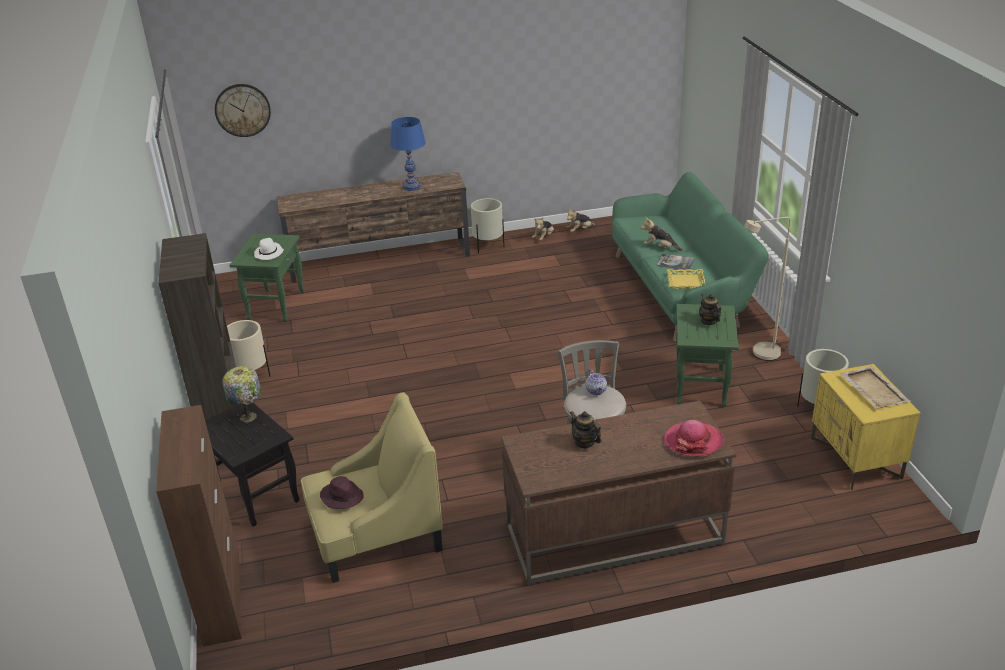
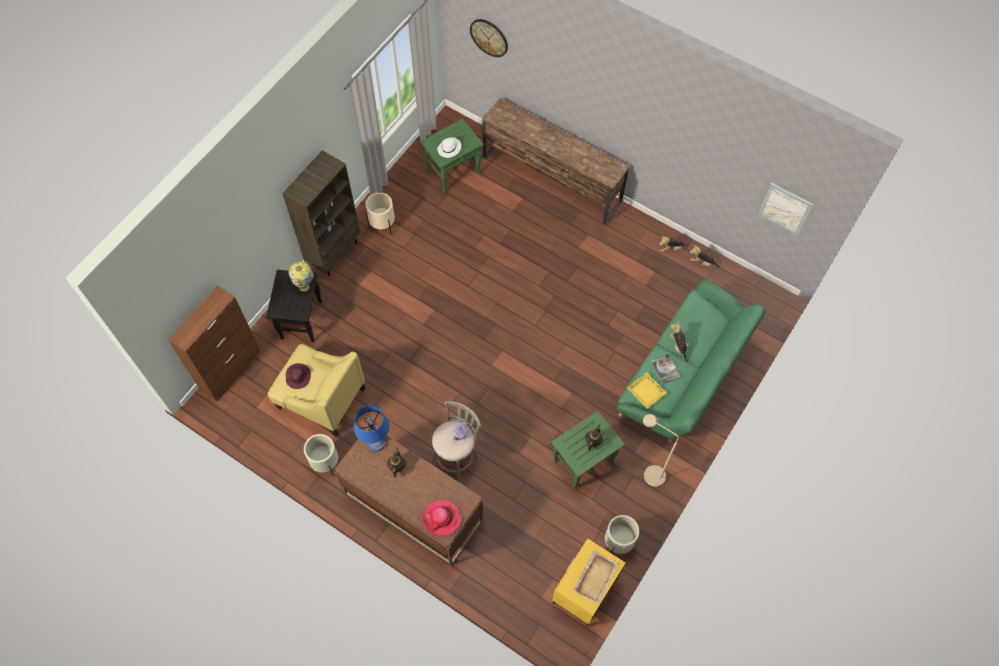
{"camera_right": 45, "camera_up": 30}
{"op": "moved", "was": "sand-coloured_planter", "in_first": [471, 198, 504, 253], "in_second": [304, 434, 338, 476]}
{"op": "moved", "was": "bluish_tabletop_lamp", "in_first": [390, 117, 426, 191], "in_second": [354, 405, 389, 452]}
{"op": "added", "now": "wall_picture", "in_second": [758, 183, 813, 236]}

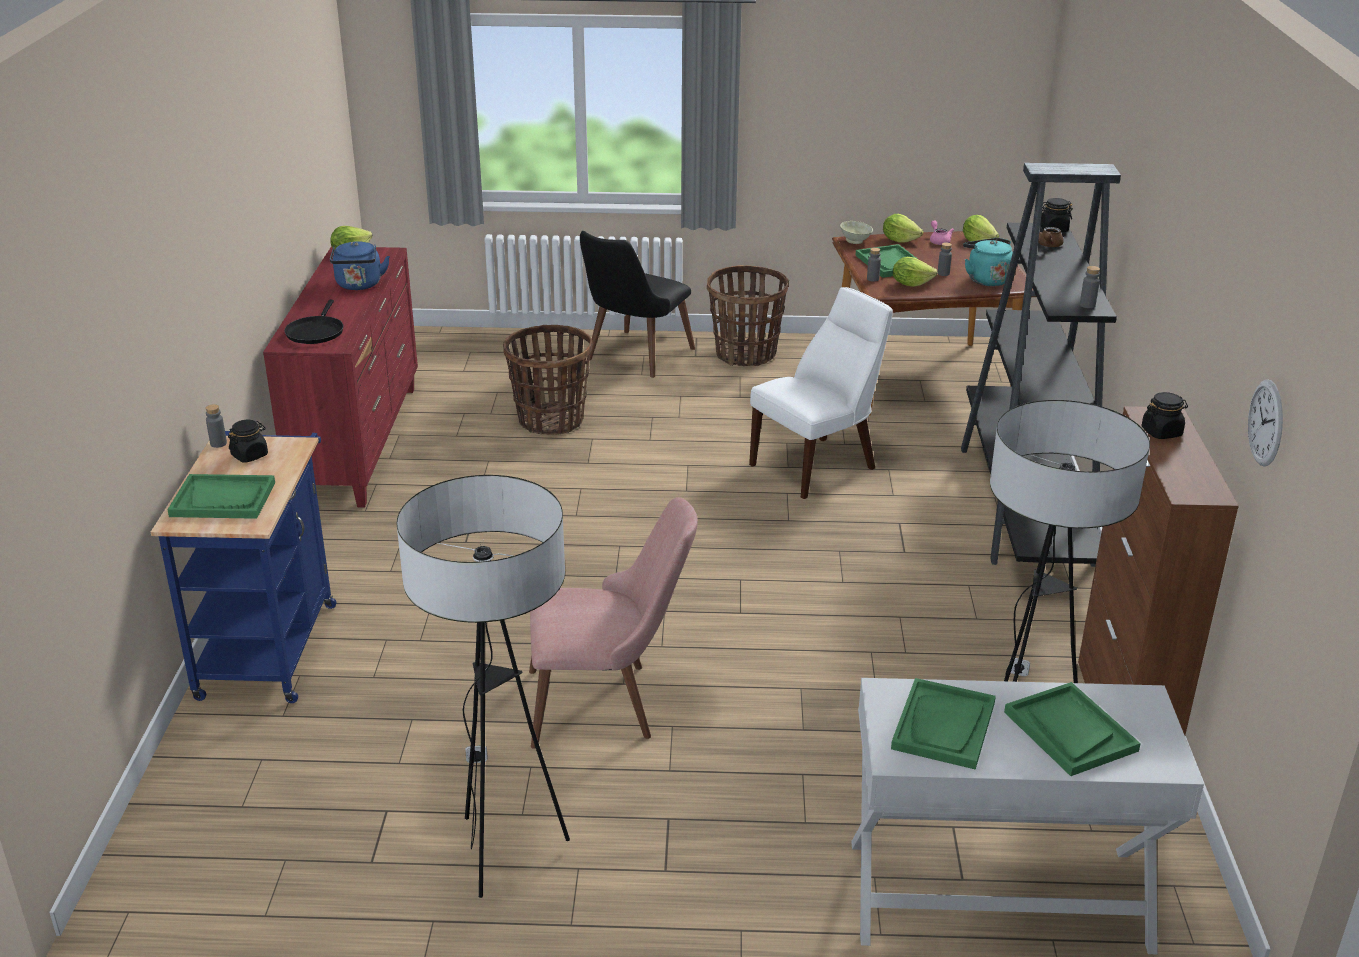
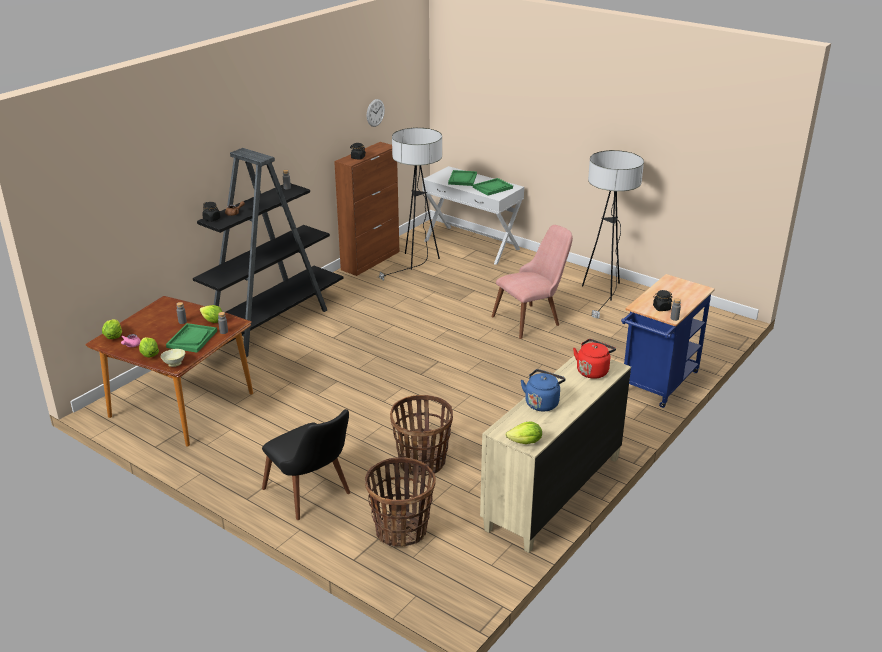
{"camera_right": -145, "camera_up": 0}
{"op": "turned", "was": "blackish_plain_chair", "in_first": [580, 231, 695, 378], "in_second": [262, 409, 350, 520], "clockwise": 75}
{"op": "moved", "was": "storage_basket", "in_first": [707, 265, 789, 366], "in_second": [365, 457, 436, 547]}
{"op": "recoloured", "was": "red-coloured_dresser", "now": "sand-coloured_dresser", "in_first": [263, 246, 418, 508], "in_second": [480, 356, 631, 553]}
{"op": "turned", "was": "pink-coloured_plain_chair", "in_first": [529, 497, 698, 749], "in_second": [491, 225, 573, 339], "clockwise": 120}
{"op": "replaced", "was": "blackish_skillet", "now": "red-coloured_water_kettle", "in_first": [284, 300, 343, 344], "in_second": [573, 339, 616, 379]}
{"op": "removed", "was": "greenish_serving_tray", "in_first": [167, 474, 275, 519]}
{"op": "removed", "was": "whitish_plain_chair", "in_first": [749, 287, 893, 499]}
{"op": "removed", "was": "blue-green_water_kettle", "in_first": [963, 238, 1013, 286]}

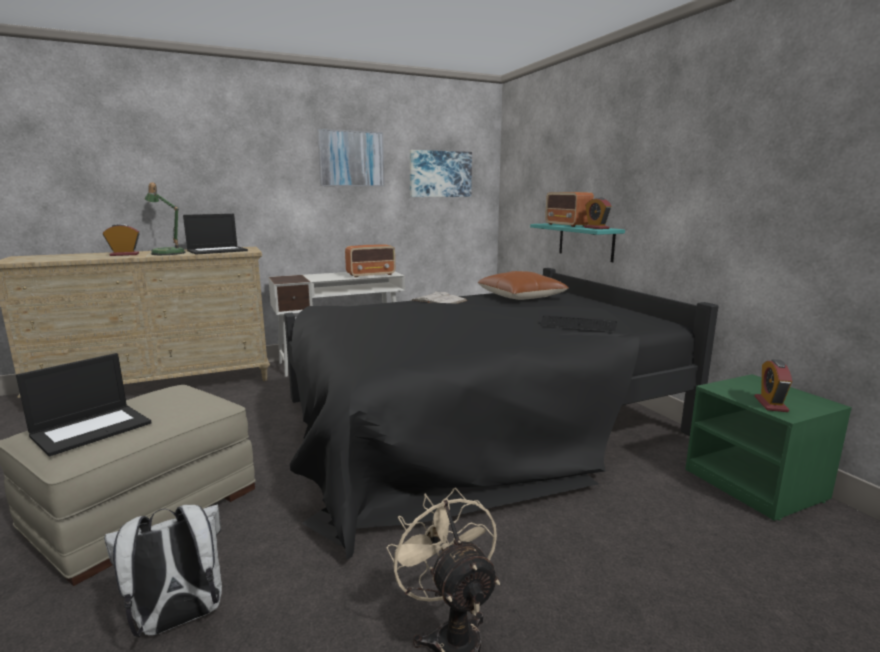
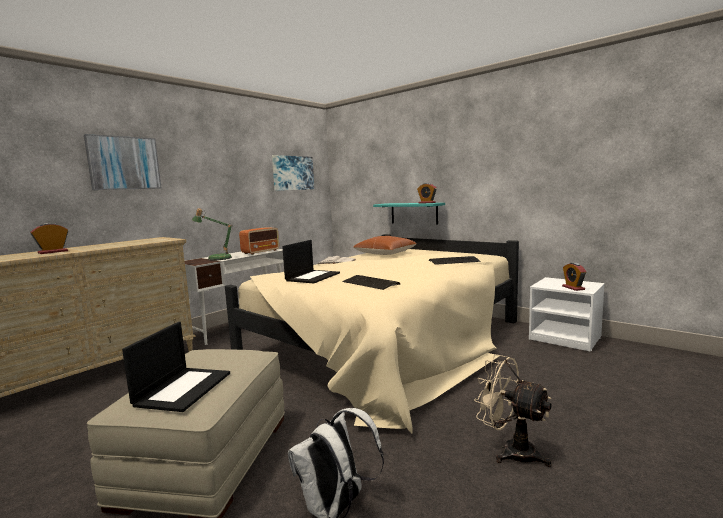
{"camera_right": -25, "camera_up": -5}
{"op": "moved", "was": "wall_picture", "in_first": [317, 129, 385, 186], "in_second": [84, 134, 161, 190]}
{"op": "moved", "was": "tabletop_lamp", "in_first": [144, 182, 185, 255], "in_second": [192, 208, 233, 261]}
{"op": "recoloured", "was": "blackish_sleeping_bed", "now": "sand-coloured_sleeping_bed", "in_first": [284, 268, 718, 560], "in_second": [225, 234, 519, 434]}
{"op": "moved", "was": "notebook_computer", "in_first": [183, 214, 248, 255], "in_second": [282, 240, 340, 283]}
{"op": "added", "now": "keyboard", "in_second": [342, 275, 400, 290]}
{"op": "recoloured", "was": "greenish_bedside_table", "now": "whitish_bedside_table", "in_first": [685, 374, 852, 521], "in_second": [529, 277, 605, 351]}
{"op": "removed", "was": "radio_set", "in_first": [545, 192, 594, 227]}

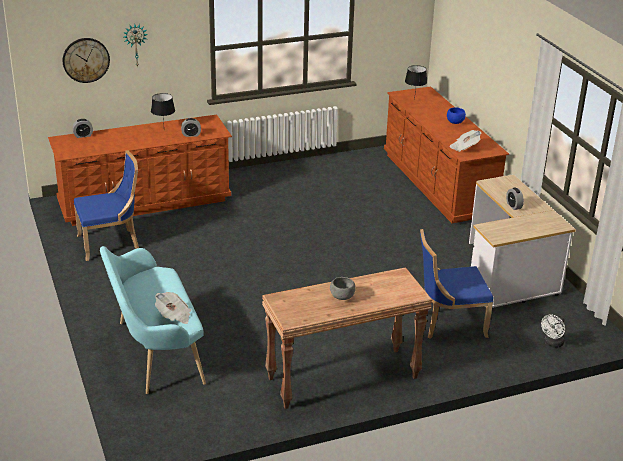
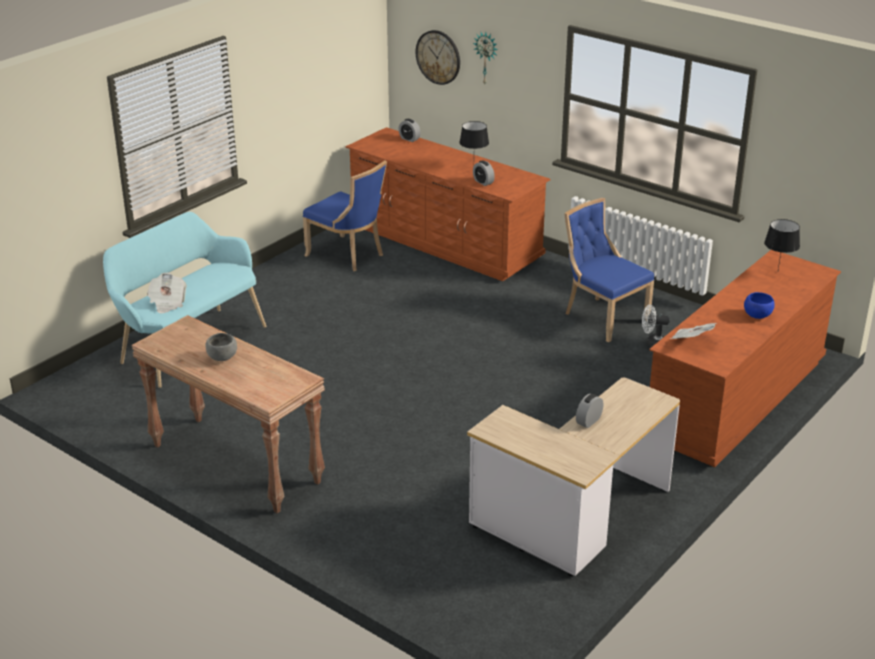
{"camera_right": 60, "camera_up": 0}
{"op": "moved", "was": "bluish_plain_chair", "in_first": [420, 229, 493, 339], "in_second": [564, 198, 654, 342]}
{"op": "moved", "was": "whitish_electric_fan", "in_first": [541, 314, 565, 348], "in_second": [642, 305, 670, 347]}

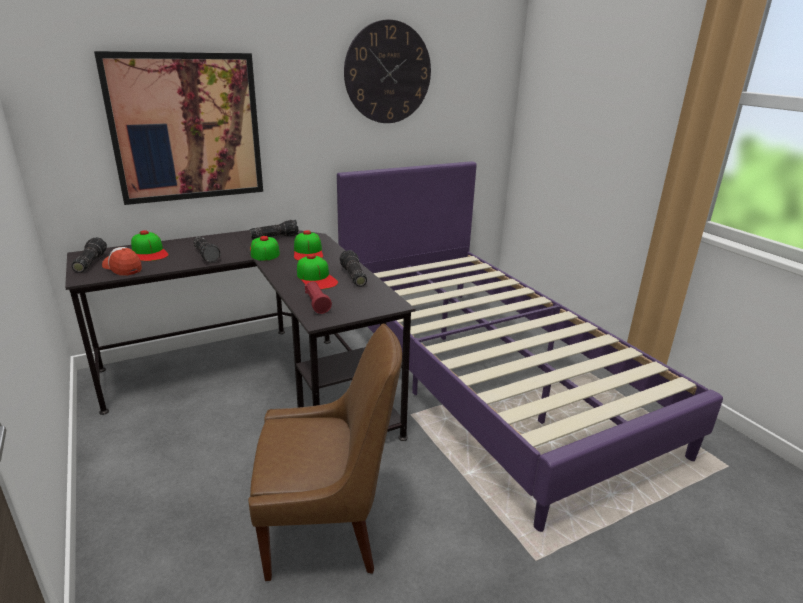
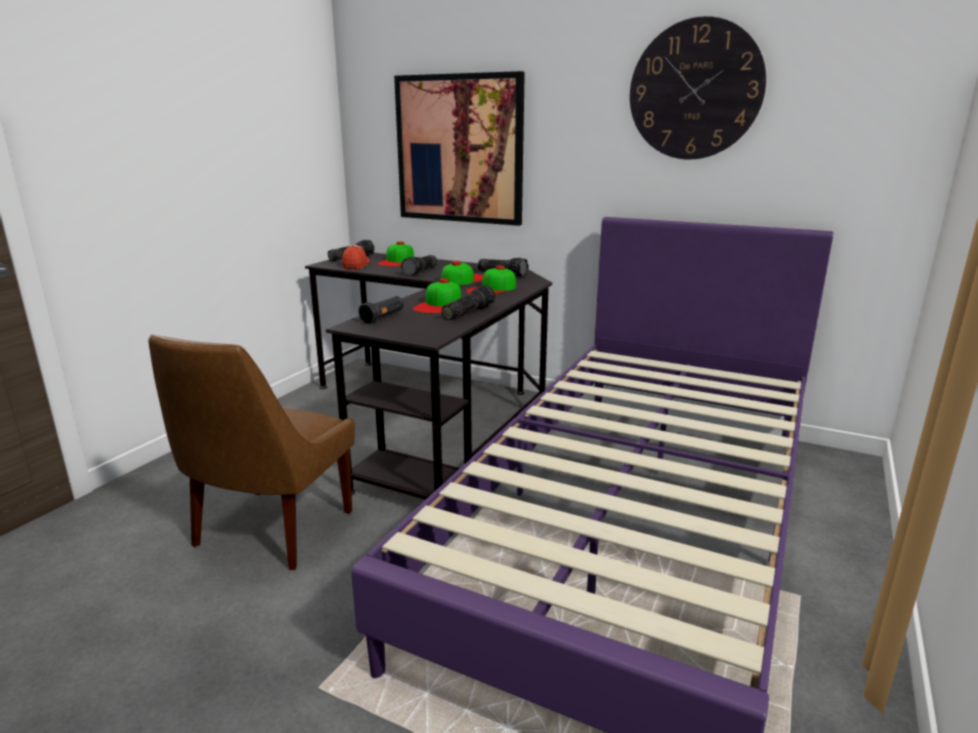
{"camera_right": 55, "camera_up": -5}
{"op": "turned", "was": "brown-coloured_plain_chair", "in_first": [248, 323, 402, 581], "in_second": [148, 335, 355, 570], "clockwise": 60}
{"op": "recoloured", "was": "red-coloured_hand_torch", "now": "blackish_hand_torch", "in_first": [305, 281, 332, 314], "in_second": [358, 296, 403, 324]}

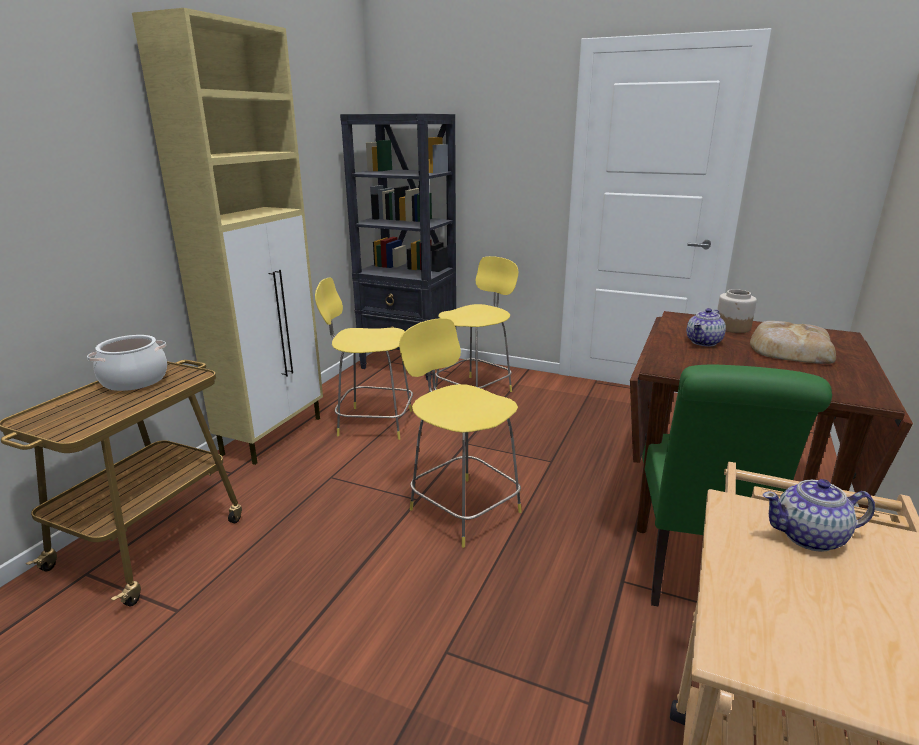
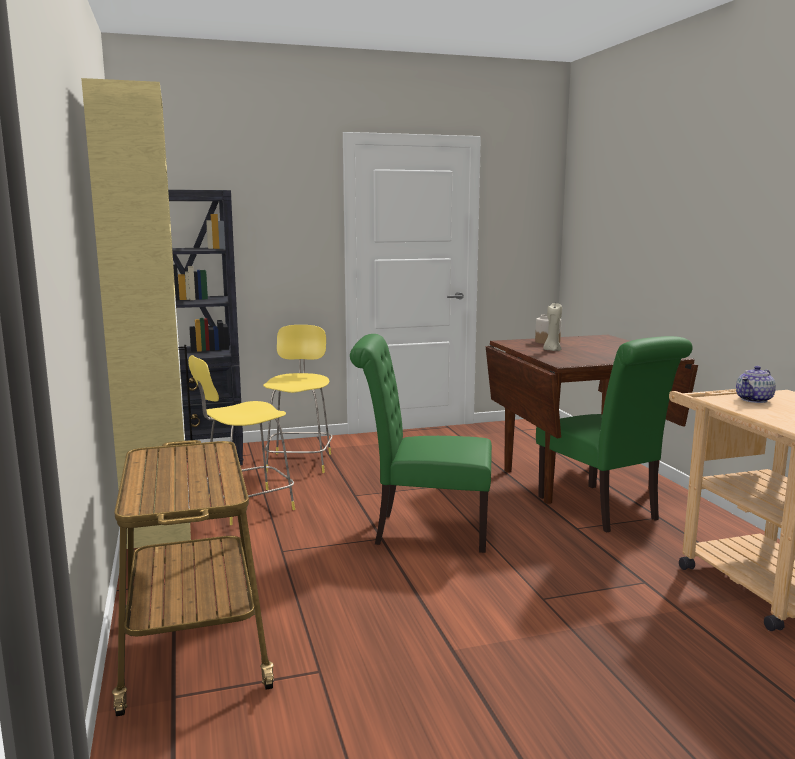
{"camera_right": -40, "camera_up": -10}
{"op": "replaced", "was": "yellowish_stool", "now": "greenish_plain_chair", "in_first": [399, 318, 522, 548], "in_second": [350, 334, 492, 553]}
{"op": "replaced", "was": "tea_pot", "now": "sand-coloured_wax_candle", "in_first": [687, 308, 726, 347], "in_second": [543, 303, 562, 351]}
{"op": "removed", "was": "stockpot", "in_first": [87, 335, 167, 391]}
{"op": "removed", "was": "bakery_bread", "in_first": [750, 321, 836, 364]}

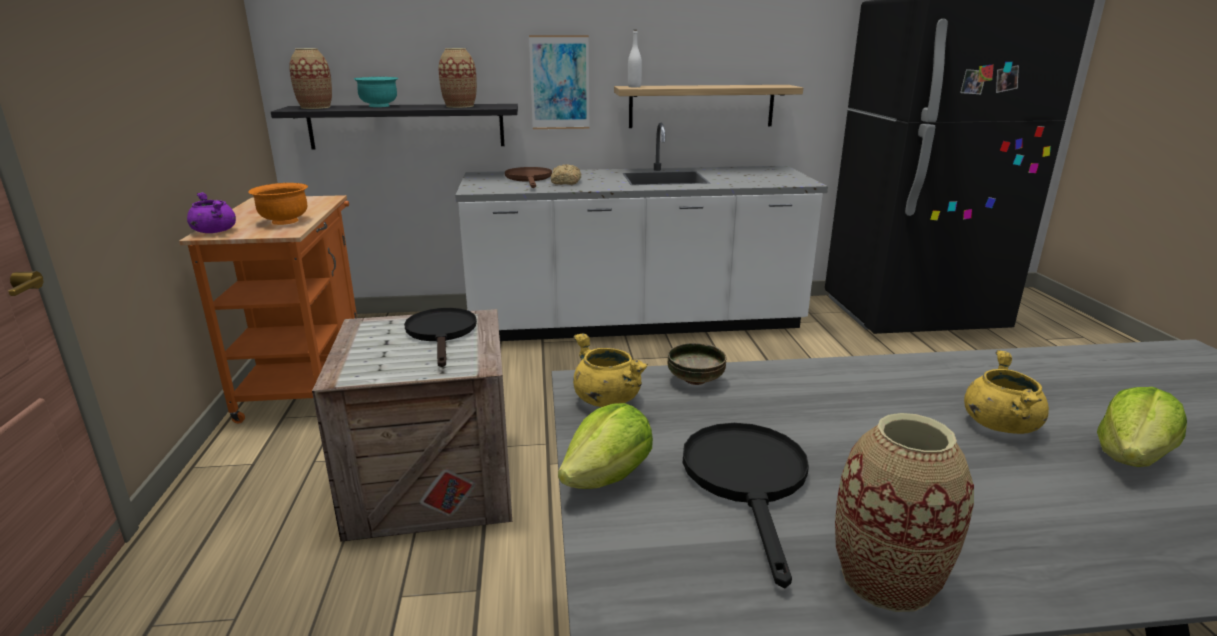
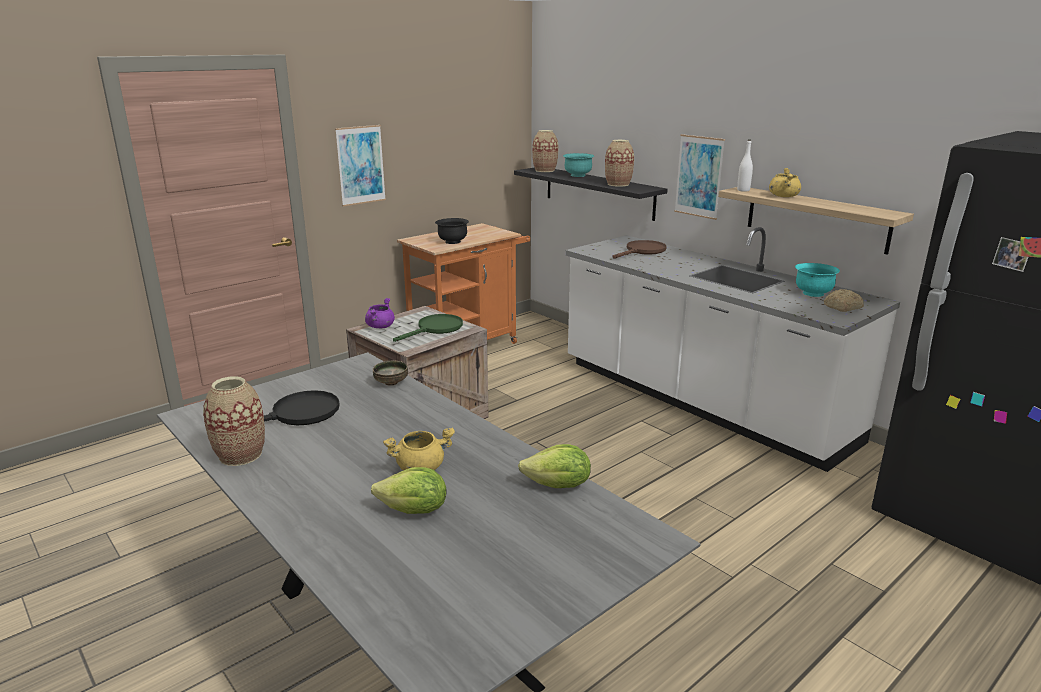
{"camera_right": 55, "camera_up": 0}
{"op": "added", "now": "wall_picture", "in_second": [335, 125, 386, 206]}
{"op": "moved", "was": "purplish_stockpot", "in_first": [187, 192, 236, 233], "in_second": [365, 298, 395, 328]}
{"op": "recoloured", "was": "blackish_skillet", "now": "greenish_skillet", "in_first": [404, 308, 477, 367], "in_second": [393, 314, 463, 342]}
{"op": "recoloured", "was": "orangey_deep_dish", "now": "blackish_deep_dish", "in_first": [248, 183, 308, 225], "in_second": [435, 218, 469, 244]}
{"op": "moved", "was": "lettuce_head", "in_first": [558, 403, 653, 489], "in_second": [518, 444, 591, 488]}
{"op": "moved", "was": "yellowish_stockpot", "in_first": [573, 333, 648, 407], "in_second": [769, 168, 801, 197]}
{"op": "added", "now": "blue-green_deep_dish", "in_second": [795, 263, 840, 297]}
{"op": "moved", "was": "bakery_bread", "in_first": [551, 164, 581, 185], "in_second": [824, 289, 864, 312]}

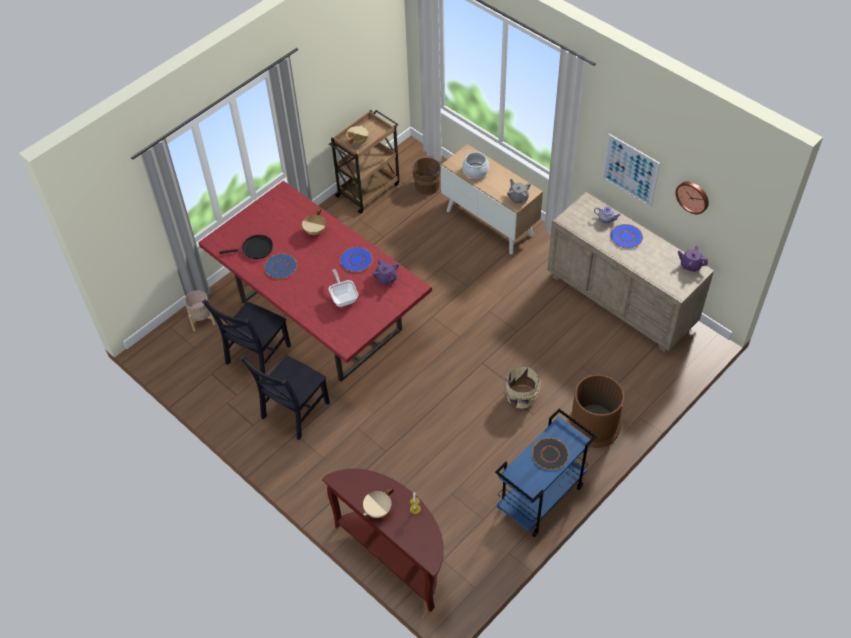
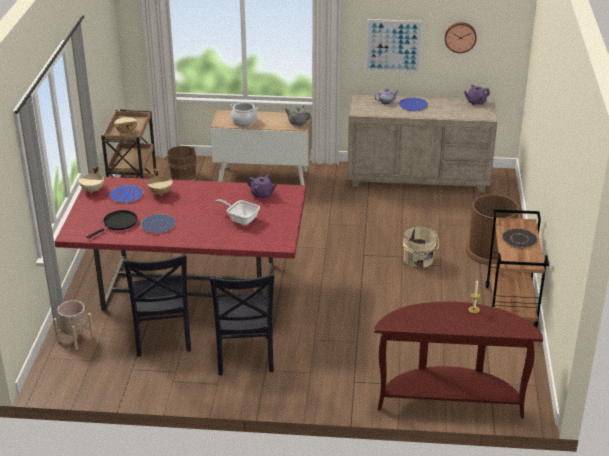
{"camera_right": -40, "camera_up": -20}
{"op": "moved", "was": "sand-coloured_stockpot", "in_first": [363, 487, 394, 518], "in_second": [79, 165, 104, 193]}
{"op": "moved", "was": "bluish_dinner_plate", "in_first": [340, 247, 373, 272], "in_second": [109, 185, 144, 203]}
{"op": "recoloured", "was": "bluish_trolley", "now": "brown-coloured_trolley", "in_first": [495, 409, 597, 537], "in_second": [485, 209, 549, 328]}

